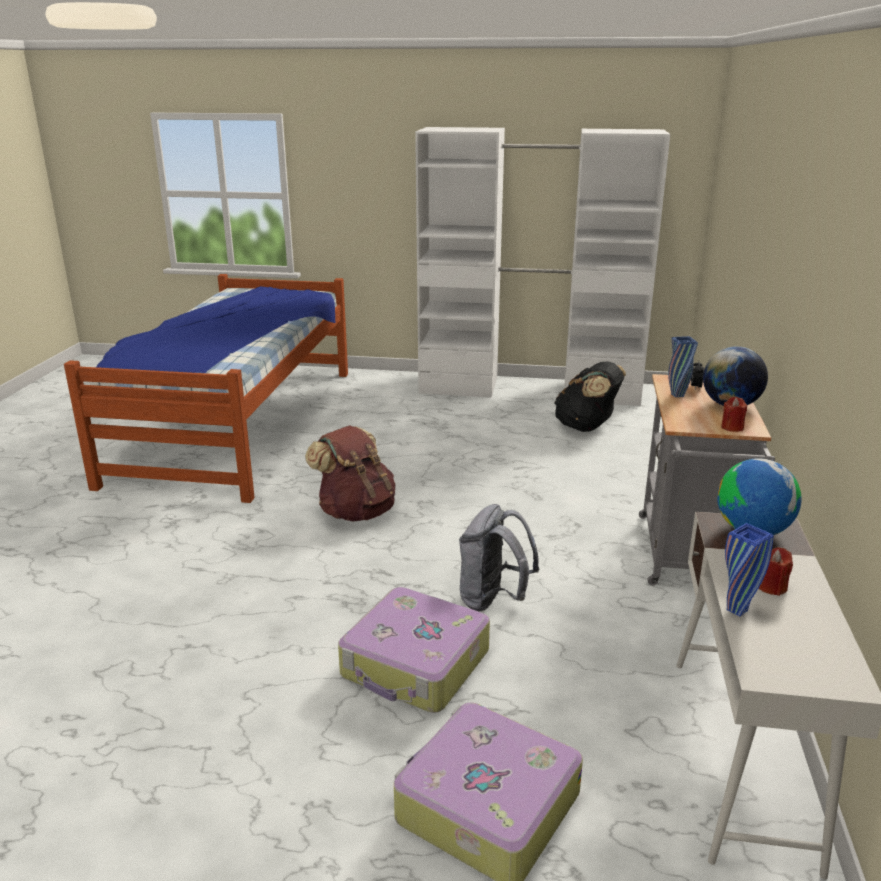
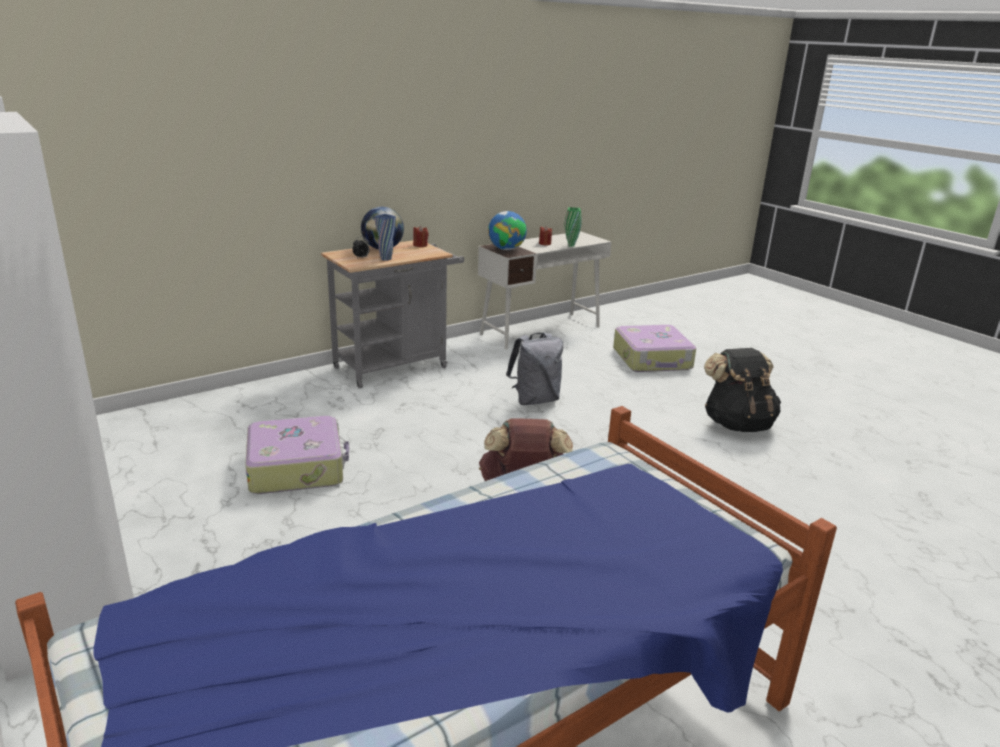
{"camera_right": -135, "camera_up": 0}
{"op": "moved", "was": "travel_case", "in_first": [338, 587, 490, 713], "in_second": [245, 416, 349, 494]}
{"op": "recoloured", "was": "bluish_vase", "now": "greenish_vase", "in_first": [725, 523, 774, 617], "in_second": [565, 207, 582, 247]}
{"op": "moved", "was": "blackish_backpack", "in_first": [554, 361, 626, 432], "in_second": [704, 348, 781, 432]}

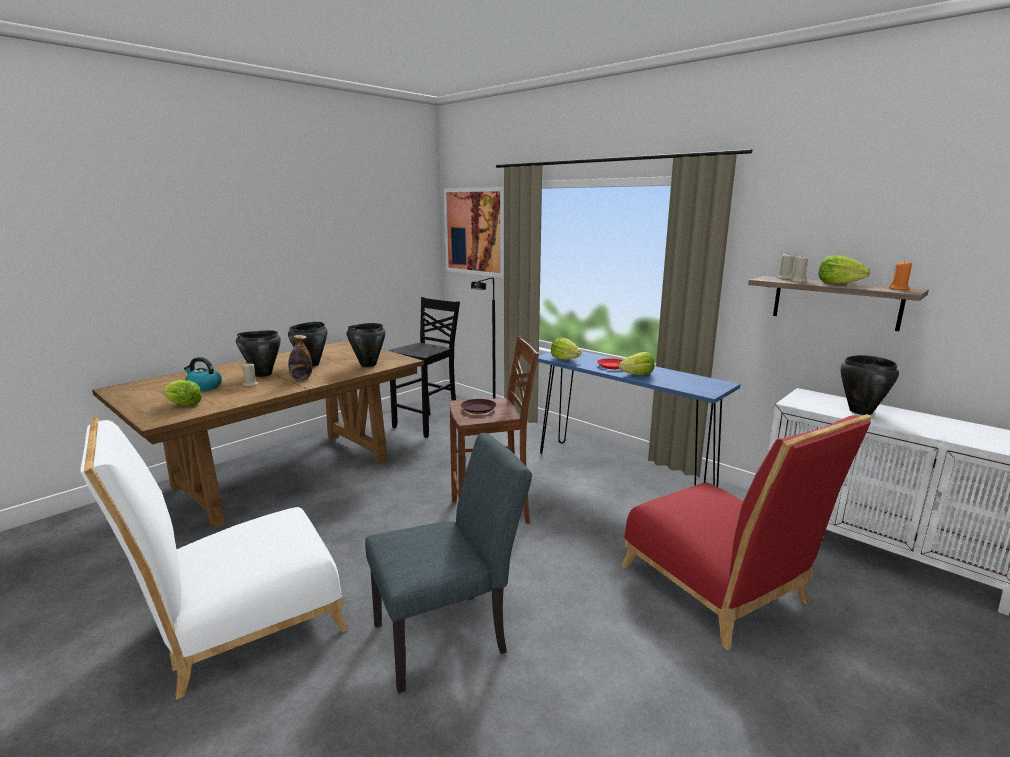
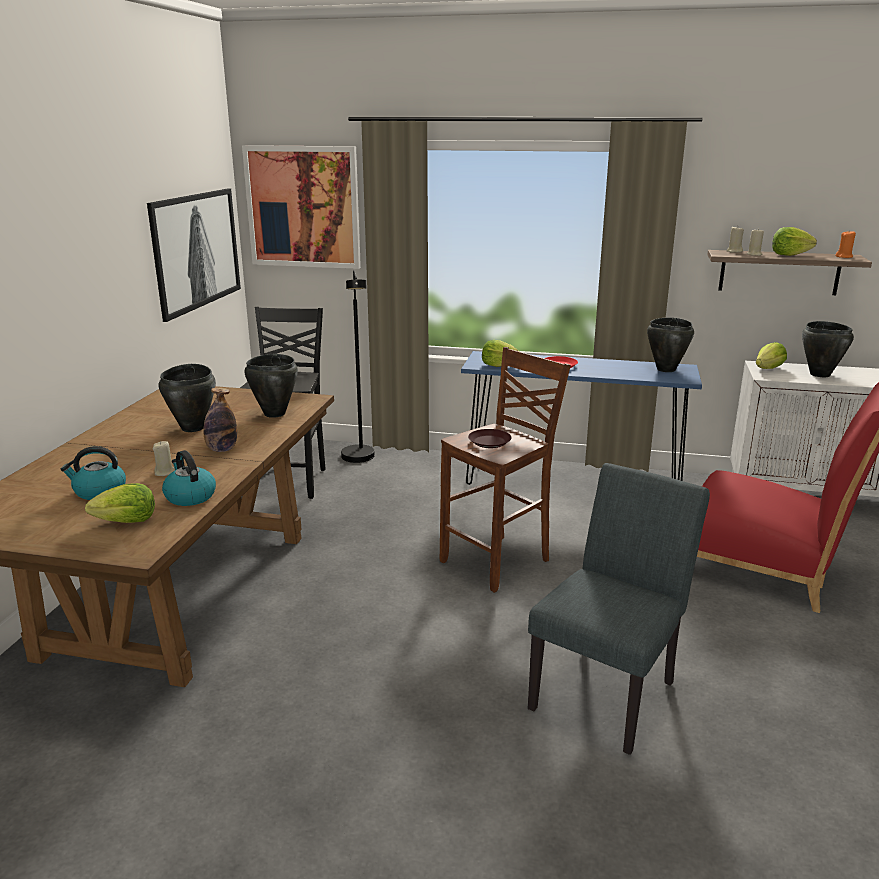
{"camera_right": -30, "camera_up": 5}
{"op": "added", "now": "wall_picture", "in_second": [147, 188, 241, 322]}
{"op": "added", "now": "water_kettle", "in_second": [162, 450, 216, 506]}
{"op": "moved", "was": "blackish_stockpot", "in_first": [236, 330, 281, 377], "in_second": [647, 318, 694, 372]}
{"op": "moved", "was": "lettuce_head", "in_first": [619, 352, 654, 375], "in_second": [756, 342, 787, 369]}
{"op": "removed", "was": "whitish_plain_chair", "in_first": [80, 417, 349, 700]}

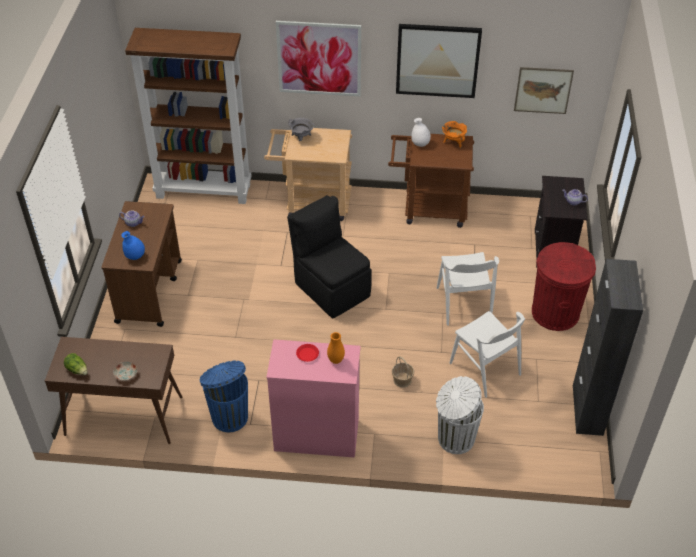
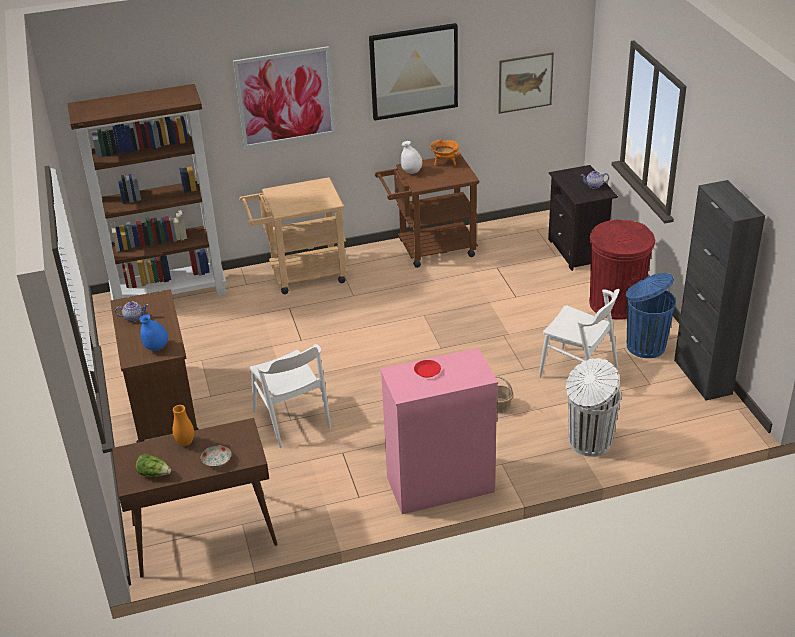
{"camera_right": -20, "camera_up": -10}
{"op": "moved", "was": "orangey_vase", "in_first": [327, 332, 345, 364], "in_second": [173, 405, 194, 446]}
{"op": "moved", "was": "whitish_plain_chair", "in_first": [437, 252, 499, 326], "in_second": [250, 344, 331, 448]}
{"op": "moved", "was": "bluish_rubbish_bin", "in_first": [200, 361, 248, 432], "in_second": [626, 273, 676, 358]}
{"op": "removed", "was": "blackish_plain_chair", "in_first": [287, 195, 372, 318]}
{"op": "removed", "was": "gray_stockpot", "in_first": [288, 118, 314, 141]}

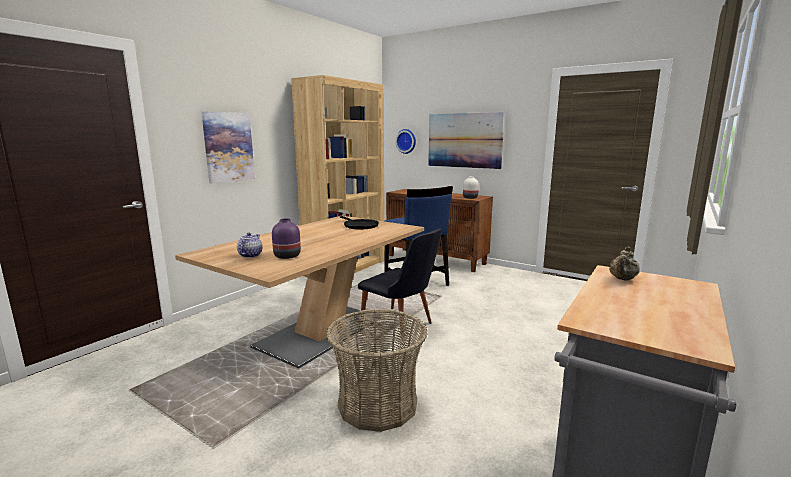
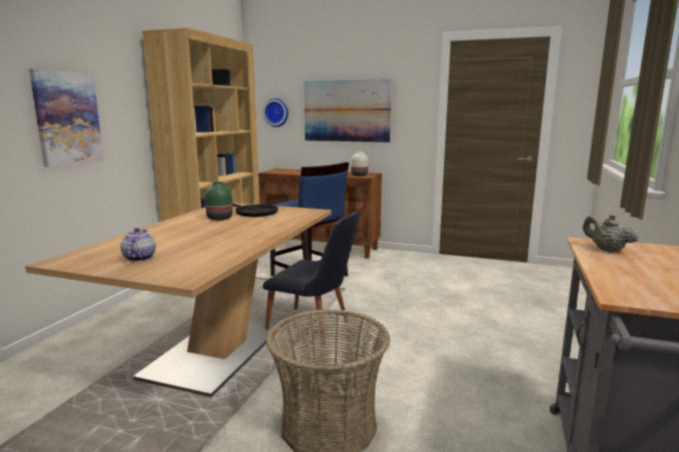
{"camera_right": -15, "camera_up": 0}
{"op": "added", "now": "greenish_vase", "in_second": [205, 182, 233, 220]}
{"op": "turned", "was": "sand-coloured_tea_pot", "in_first": [609, 246, 640, 281], "in_second": [583, 214, 639, 252], "clockwise": 120}
{"op": "removed", "was": "purplish_vase", "in_first": [272, 218, 301, 259]}

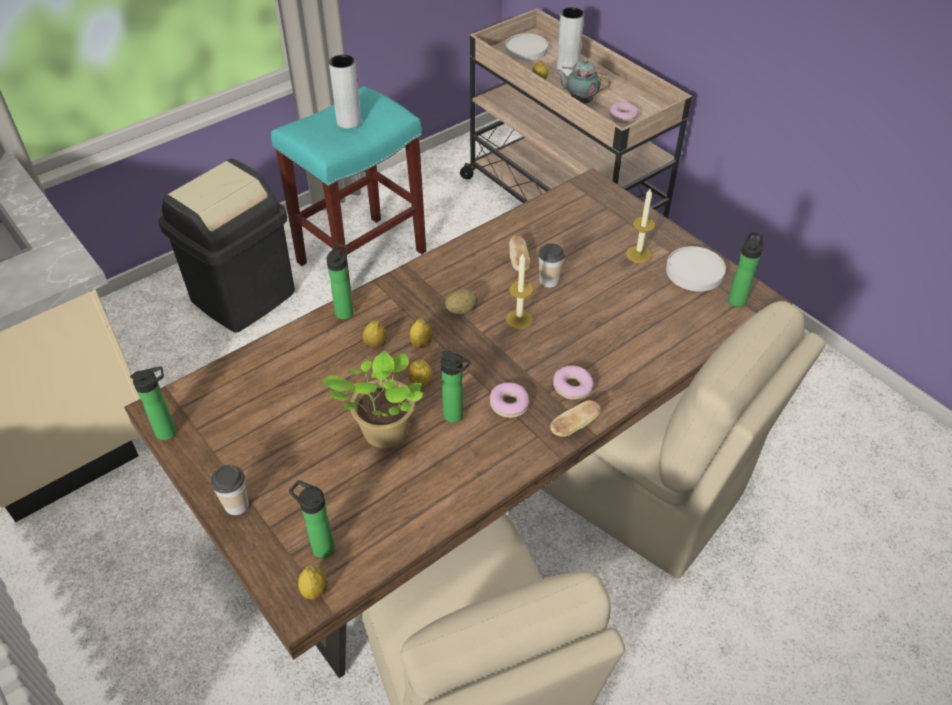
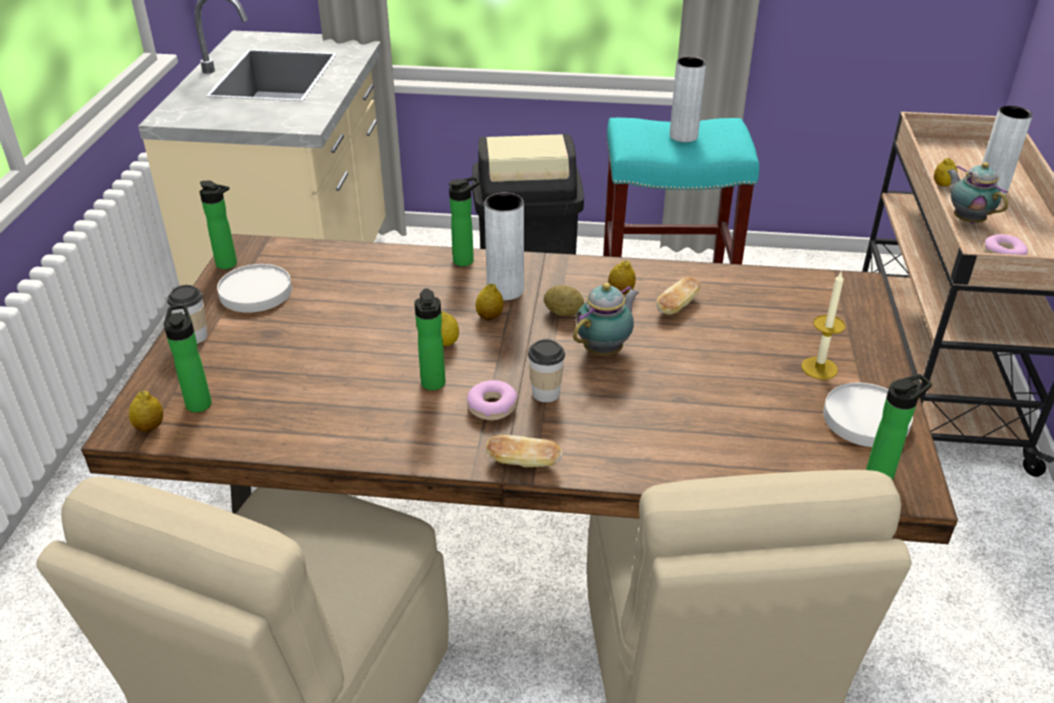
{"camera_right": 45, "camera_up": -10}
{"op": "moved", "was": "whitish_dinner_plate", "in_first": [506, 33, 548, 61], "in_second": [217, 264, 292, 313]}
{"op": "added", "now": "gray_vase", "in_second": [484, 193, 524, 300]}
{"op": "moved", "was": "small_cup", "in_first": [538, 243, 565, 287], "in_second": [528, 339, 565, 402]}
{"op": "replaced", "was": "wax_candle", "now": "tea_pot", "in_first": [506, 253, 533, 329], "in_second": [573, 283, 639, 356]}
{"op": "moved", "was": "whole_lemon", "in_first": [363, 320, 386, 349], "in_second": [608, 260, 636, 295]}
{"op": "removed", "was": "plant_in_a_pot", "in_first": [322, 351, 423, 448]}
{"op": "removed", "was": "donut", "in_first": [553, 365, 594, 400]}

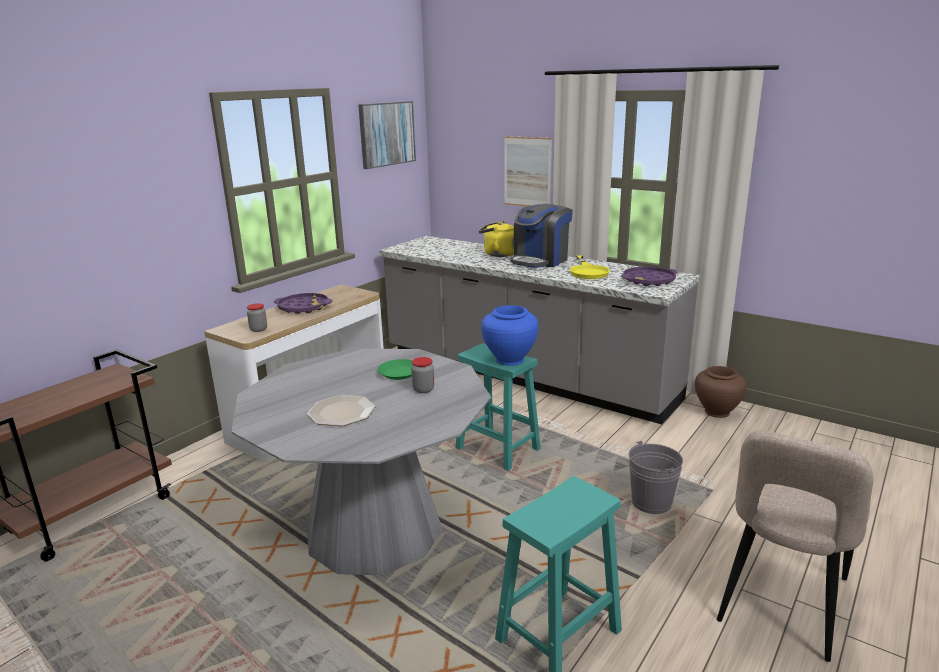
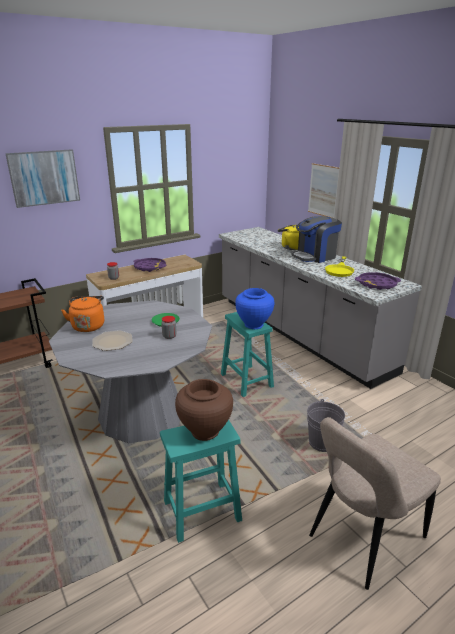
{"camera_right": 20, "camera_up": 5}
{"op": "moved", "was": "wall_picture", "in_first": [358, 101, 416, 169], "in_second": [5, 149, 80, 208]}
{"op": "added", "now": "orangey_water_kettle", "in_second": [61, 296, 104, 332]}
{"op": "moved", "was": "brown-coloured_vase", "in_first": [695, 366, 747, 418], "in_second": [175, 379, 233, 441]}

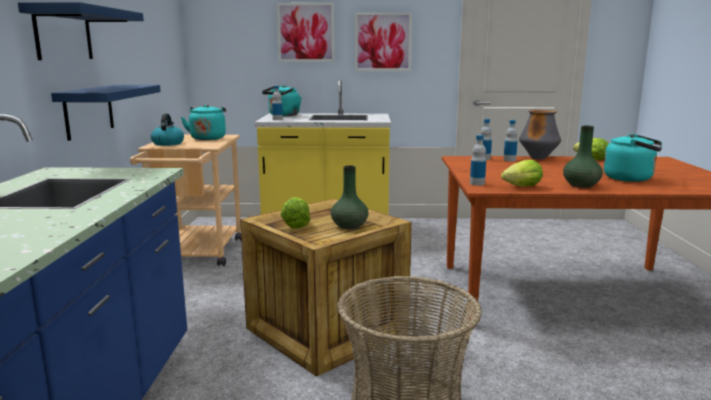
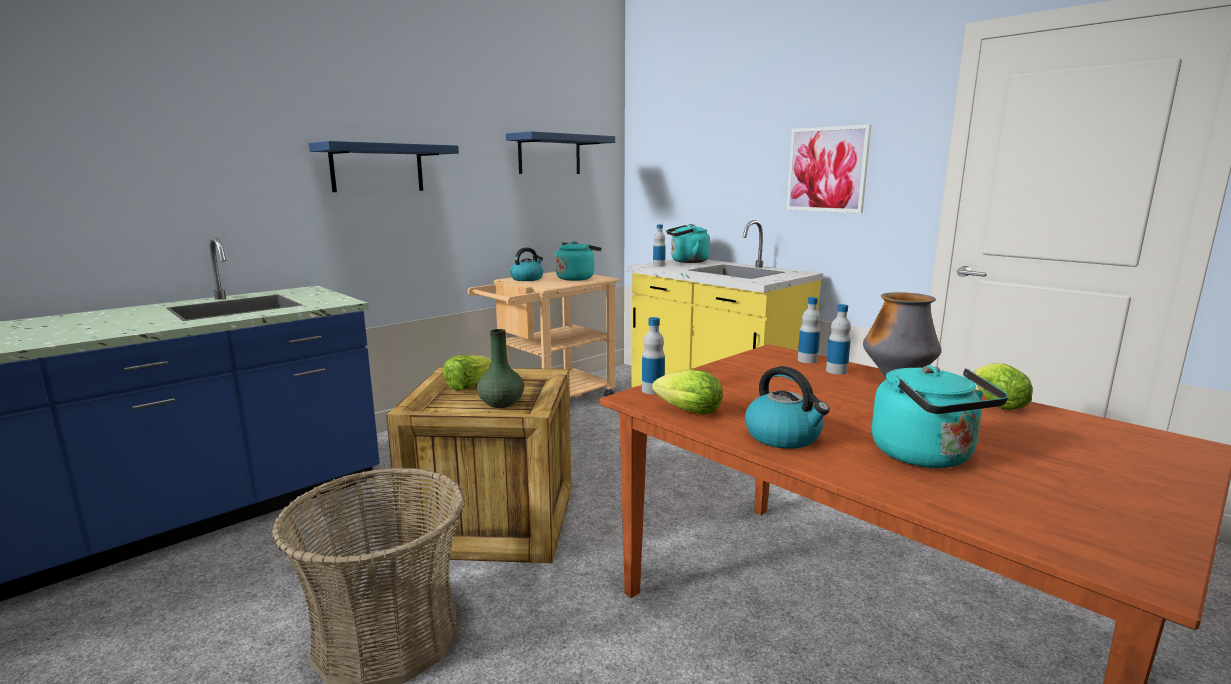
{"camera_right": 45, "camera_up": 0}
{"op": "moved", "was": "bluish_shelf", "in_first": [51, 85, 161, 141], "in_second": [506, 131, 615, 174]}
{"op": "replaced", "was": "greenish_vase", "now": "water_kettle", "in_first": [563, 126, 603, 188], "in_second": [745, 366, 830, 449]}
{"op": "removed", "was": "wall_picture", "in_first": [277, 3, 335, 62]}

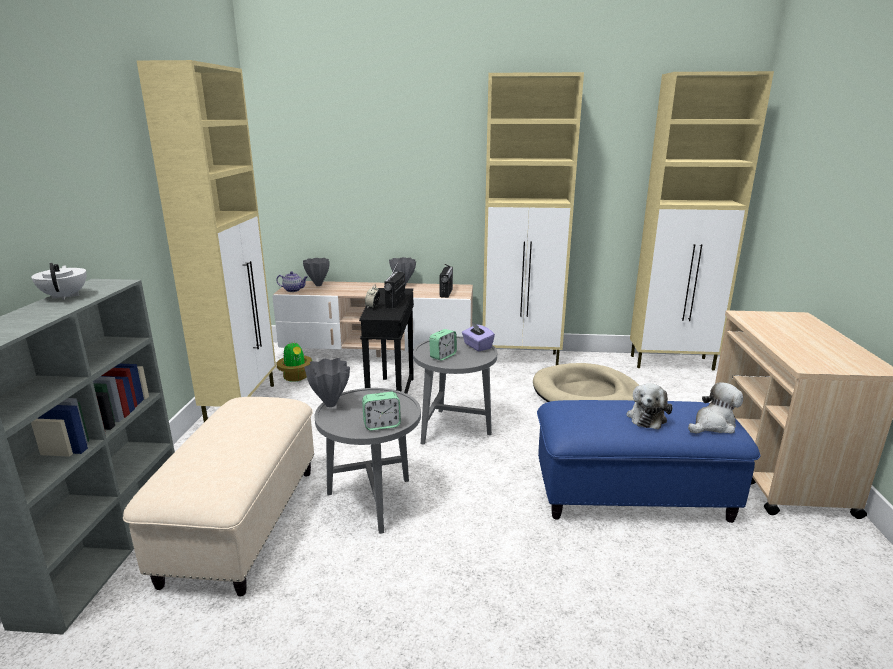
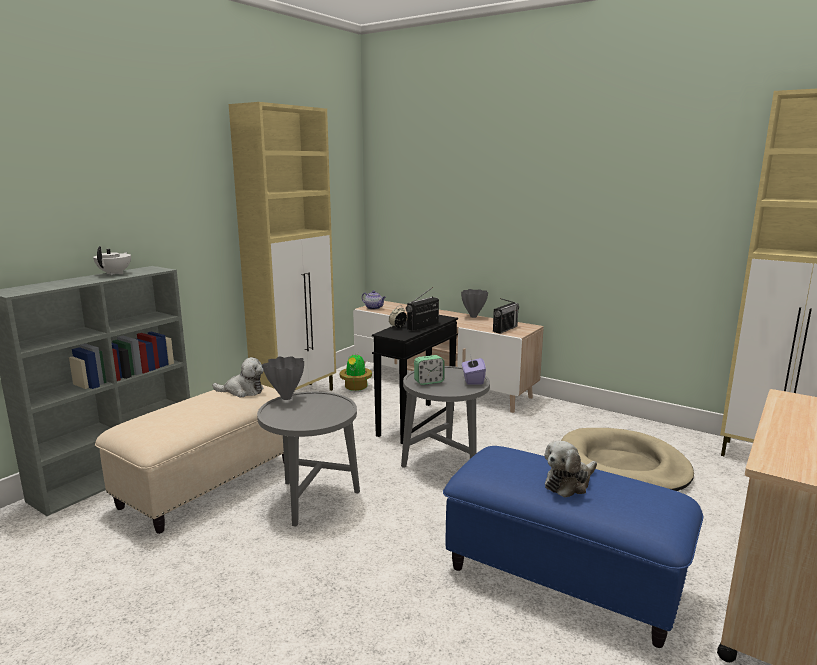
{"camera_right": 30, "camera_up": -5}
{"op": "moved", "was": "soft_toy", "in_first": [688, 382, 743, 434], "in_second": [212, 357, 264, 397]}
{"op": "removed", "was": "gray_vase", "in_first": [303, 258, 330, 286]}
{"op": "removed", "was": "bedside_clock", "in_first": [362, 392, 401, 431]}
{"op": "removed", "was": "sand-coloured_cabinet", "in_first": [483, 72, 584, 365]}

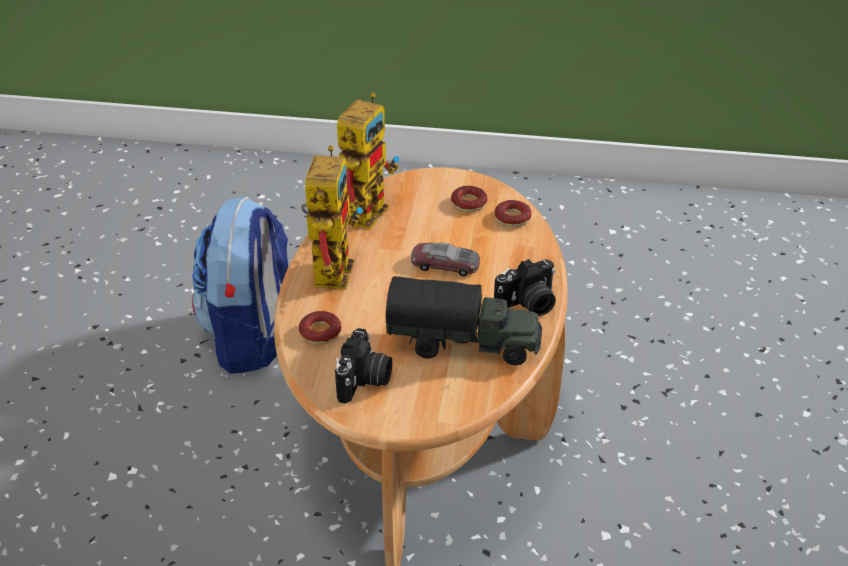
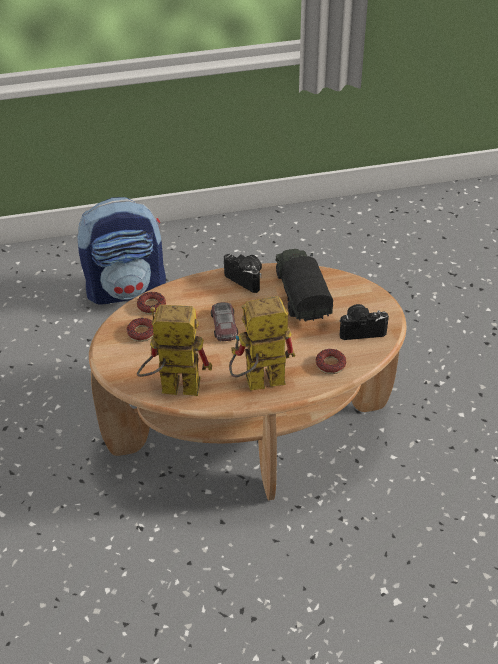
{"camera_right": -110, "camera_up": 5}
{"op": "moved", "was": "backpack", "in_first": [192, 196, 289, 374], "in_second": [77, 197, 166, 305]}

